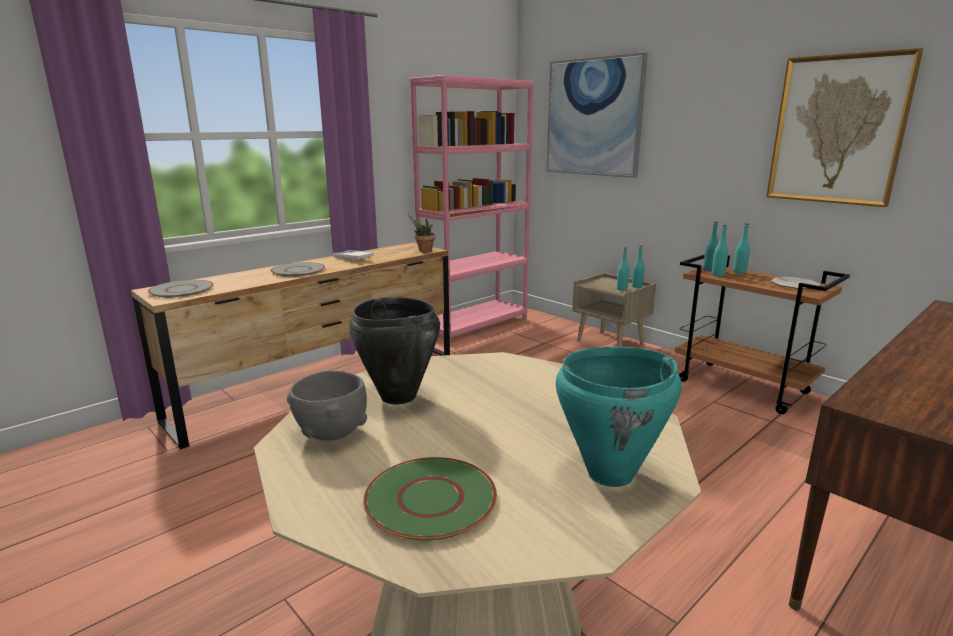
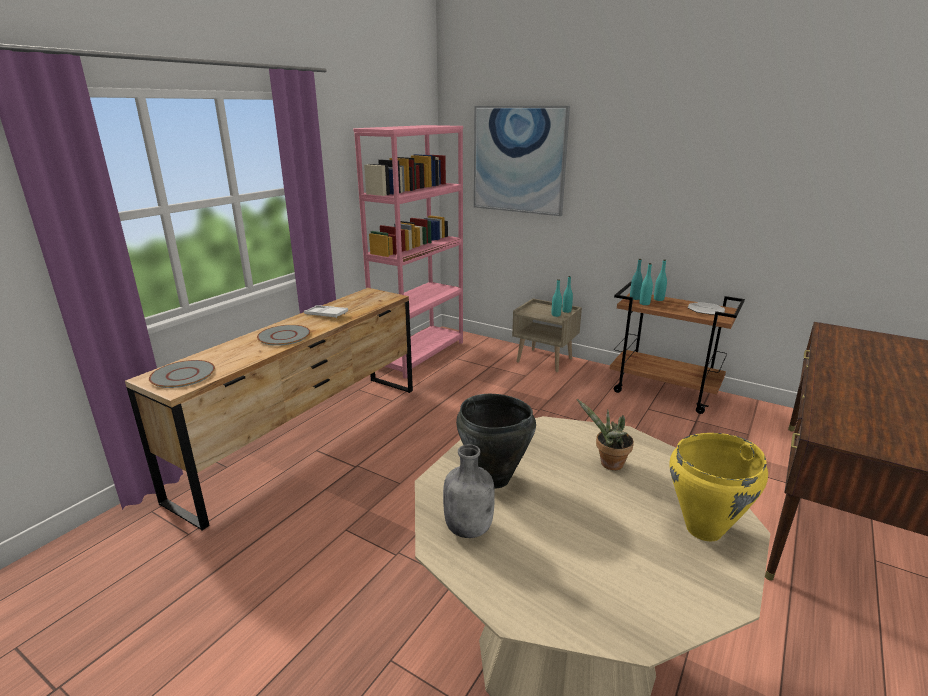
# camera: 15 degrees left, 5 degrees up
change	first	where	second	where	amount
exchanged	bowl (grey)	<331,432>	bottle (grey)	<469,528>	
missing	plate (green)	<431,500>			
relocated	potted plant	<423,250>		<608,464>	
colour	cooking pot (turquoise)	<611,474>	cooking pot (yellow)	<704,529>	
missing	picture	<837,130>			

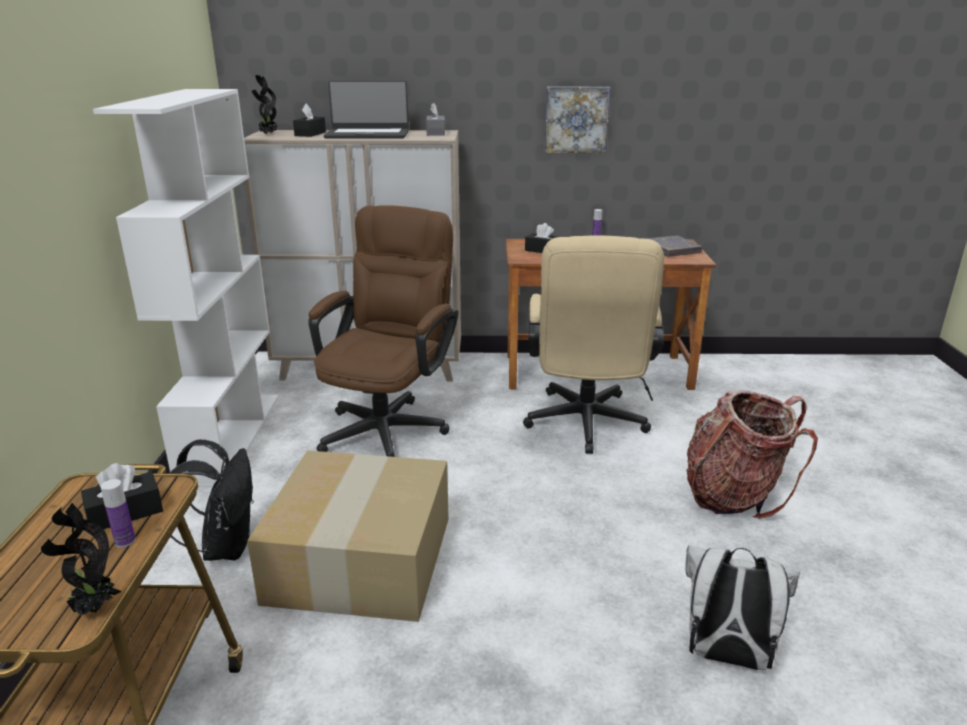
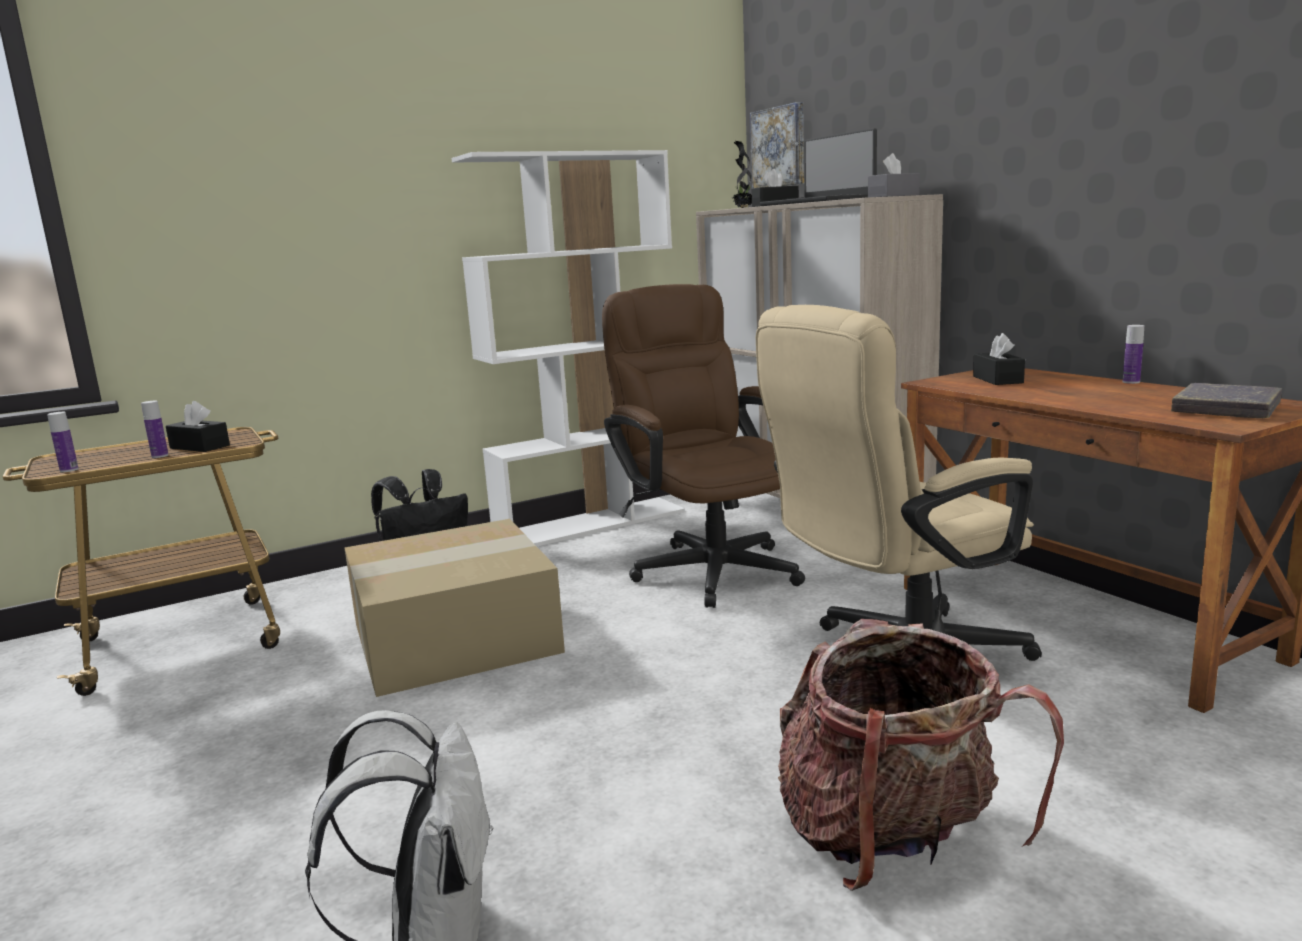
# camera: 60 degrees right, 10 degrees down
change	first	where	second	where	amount
exchanged	potted plant	<94,608>	bottle	<69,470>	
spun	office chair (brown)	<389,425>		<708,566>	105 degrees counterclockwise
relocated	picture	<576,119>		<780,147>	

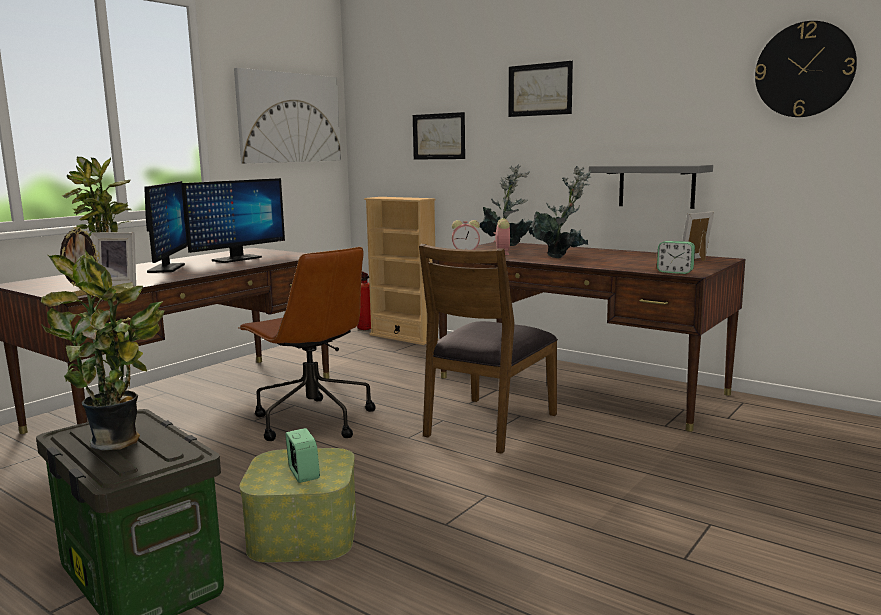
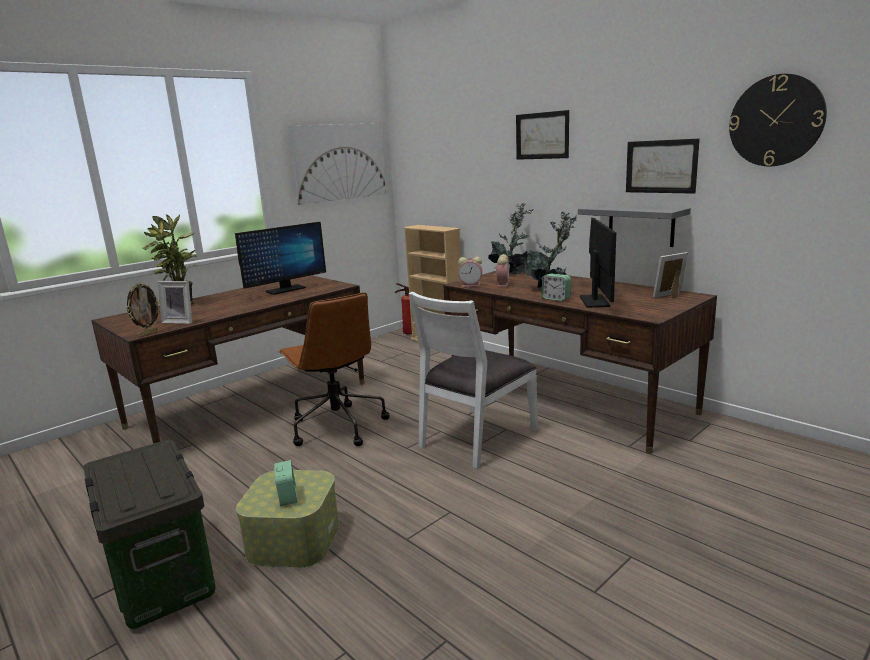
# camera: 10 degrees right, 5 degrees up
change	first	where	second	where	amount
missing	potted plant	<120,442>			
relocated	monitor	<166,268>		<594,301>	
relocated	picture	<439,136>		<661,166>	
colour	chair (brown)	<488,424>	chair (white)	<476,437>	
relocated	alarm clock	<675,272>		<556,298>	

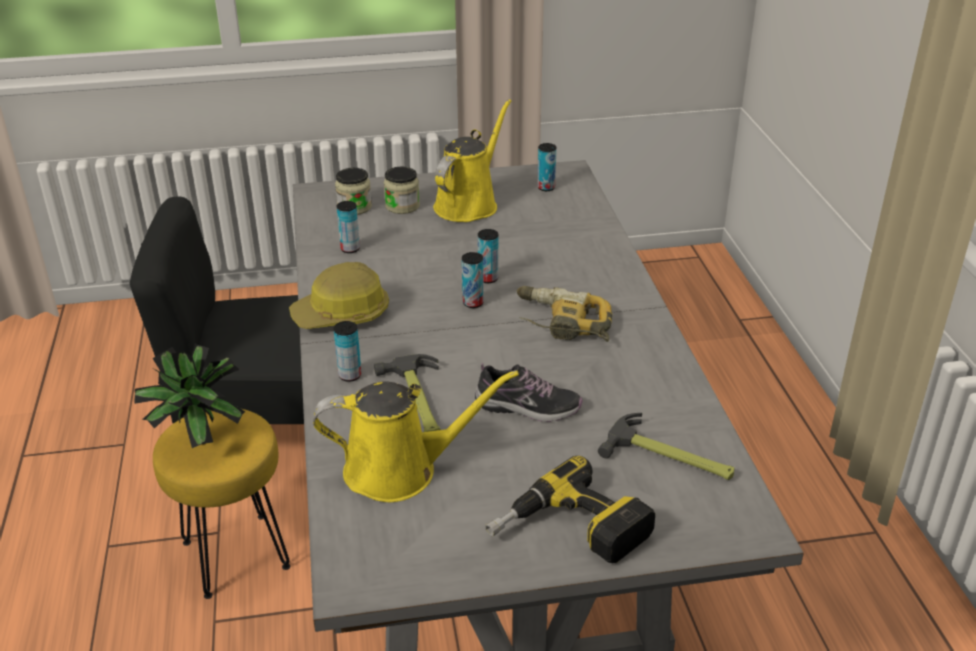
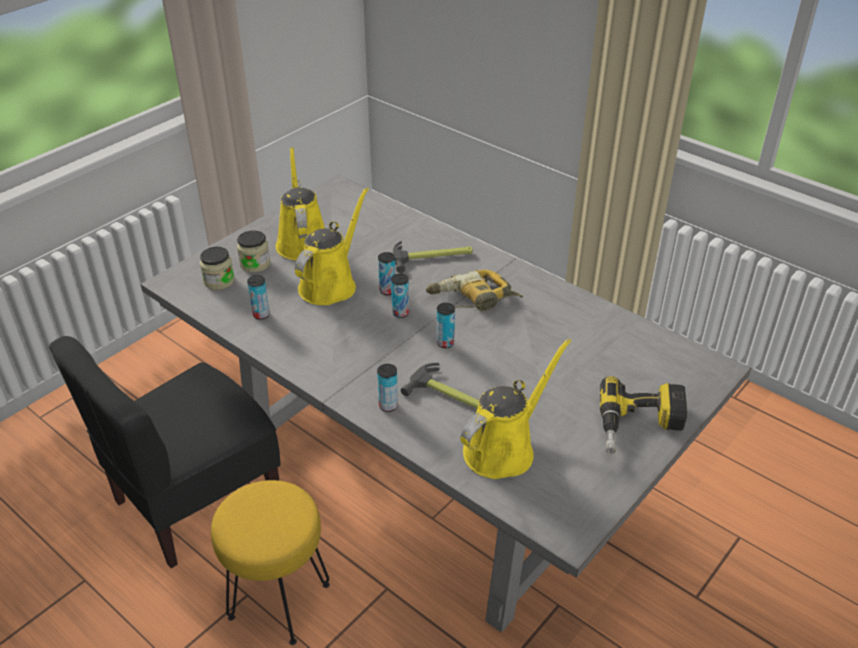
# camera: 40 degrees left, 5 degrees up
change	first	where	second	where	amount
missing	potted plant	<196,440>			
missing	hard hat	<342,315>			
missing	shoe	<527,407>			
relocated	can	<546,188>		<445,343>	
relocated	hammer	<670,457>		<433,257>	
appeared			watering can (yellow)	<330,284>	

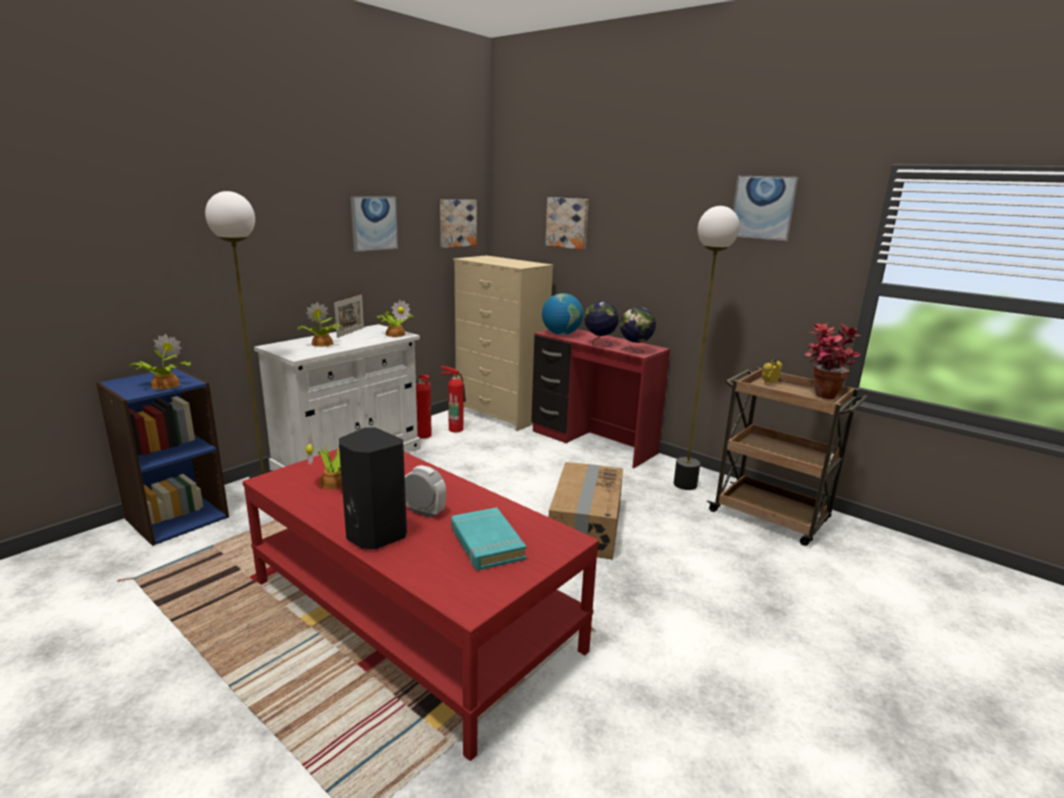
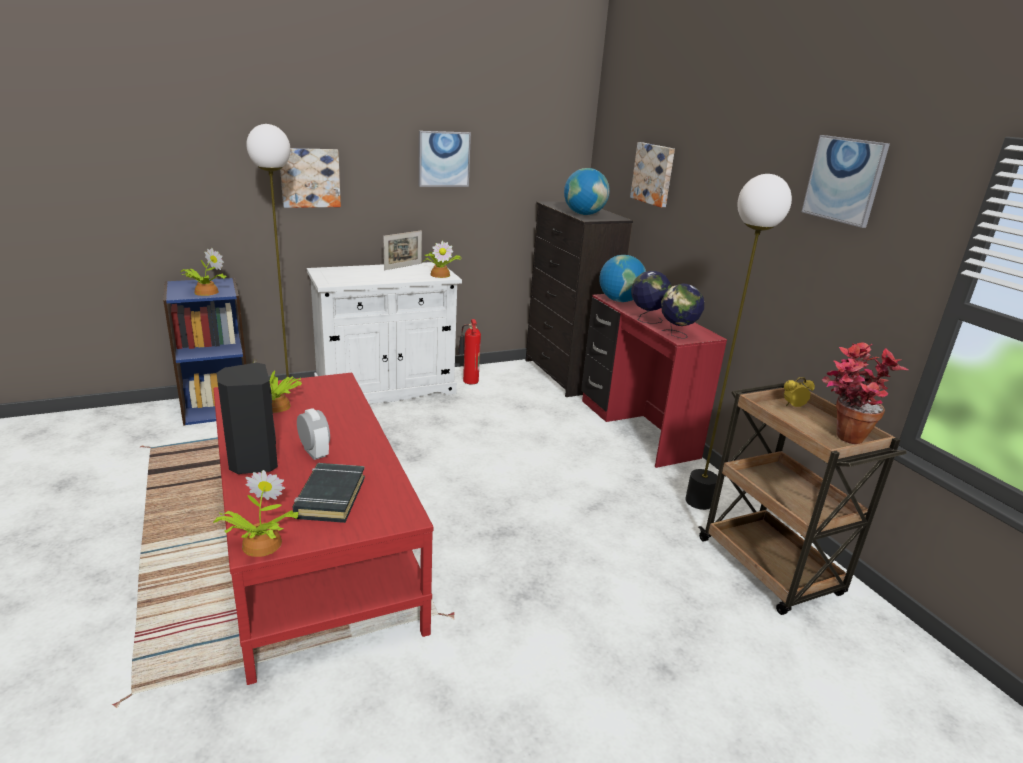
# camera: 25 degrees right, 5 degrees up
change	first	where	second	where	amount
relocated	potted plant	<321,344>		<259,545>	
relocated	picture	<456,223>		<310,177>	
missing	fire extinguisher	<455,429>			
colour	book (turquoise)	<486,544>	book (black)	<330,497>	
colour	dresser (beige)	<500,414>	dresser (black)	<565,376>	
missing	cardboard box	<585,526>			
appeared			globe	<584,214>	

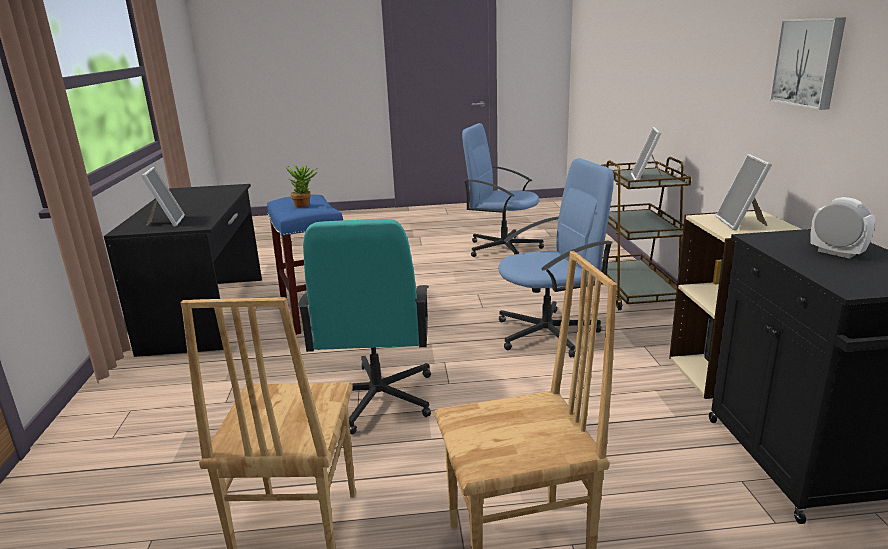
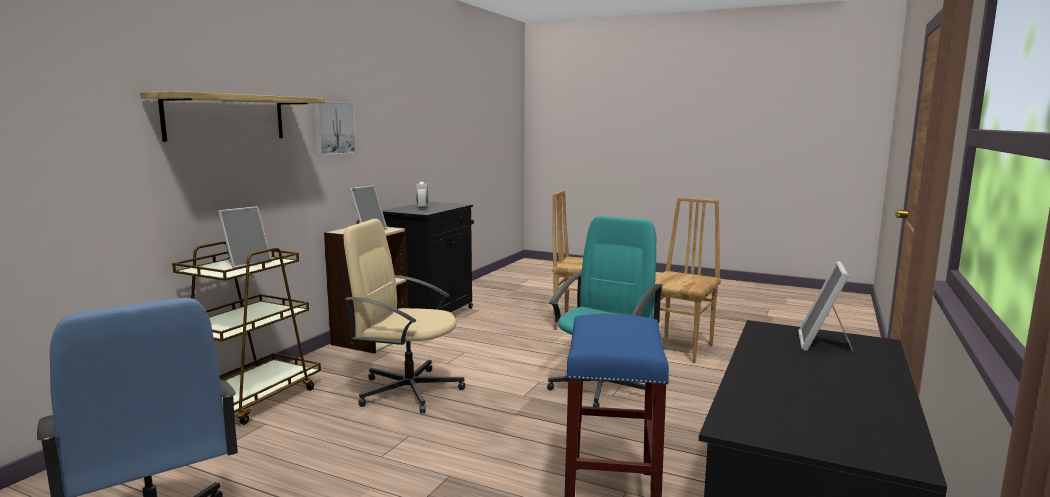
# camera: 150 degrees left, 10 degrees down
change	first	where	second	where	amount
missing	potted plant	<305,205>			
colour	office chair (blue)	<548,333>	office chair (beige)	<408,390>	
appeared			shelf	<226,117>	

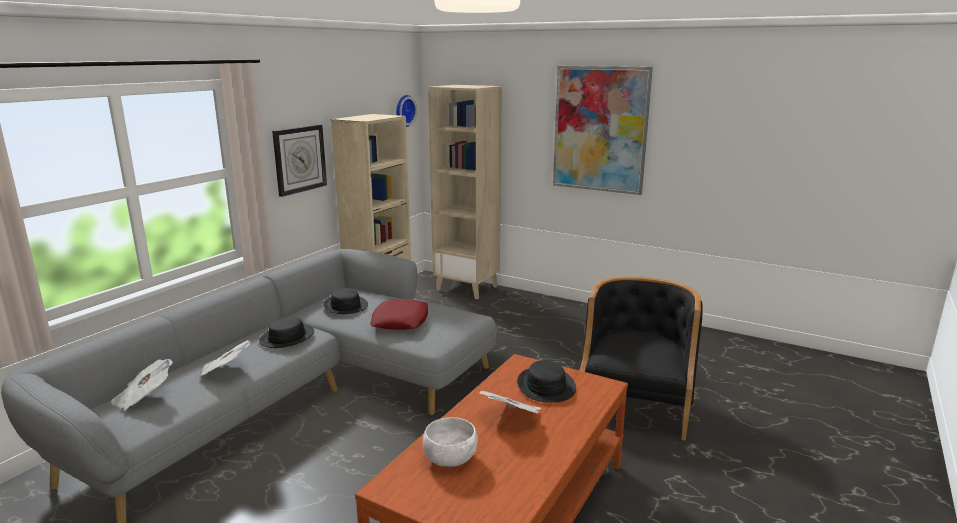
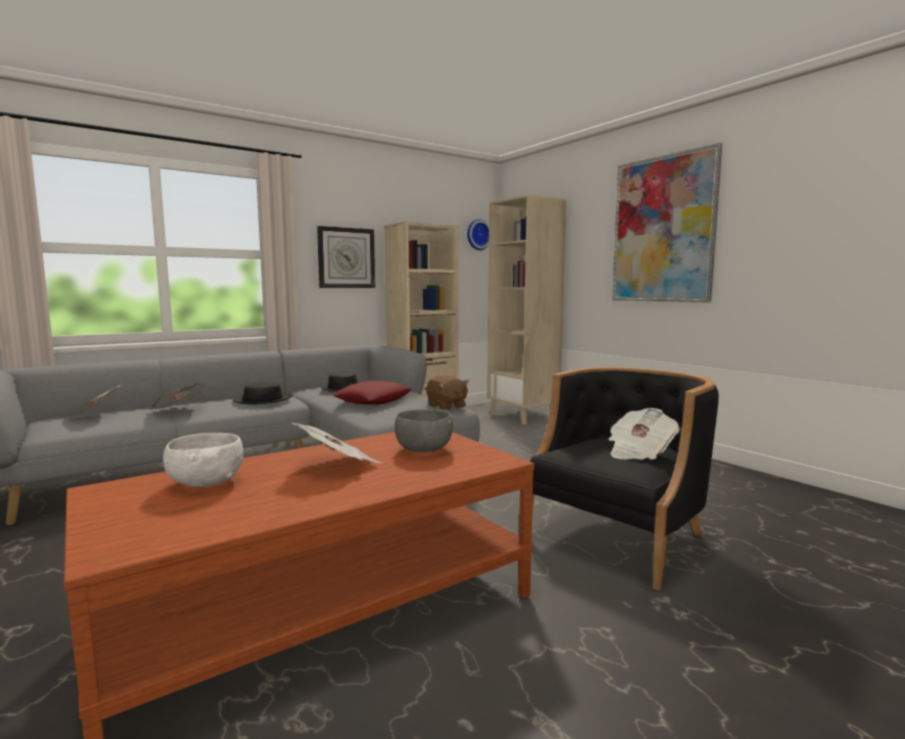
# camera: 25 degrees right, 10 degrees down
change	first	where	second	where	amount
exchanged	hat (black)	<546,386>	bowl (grey)	<423,450>	
appeared			plush toy (brown)	<446,406>	
appeared			newspaper	<639,452>	

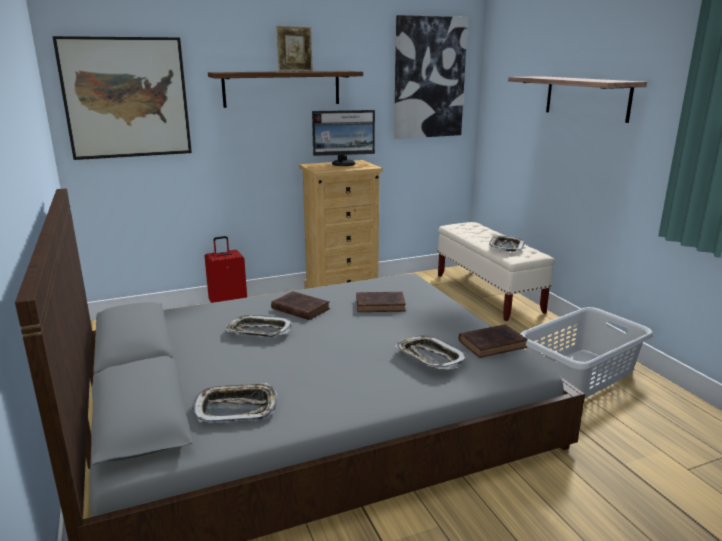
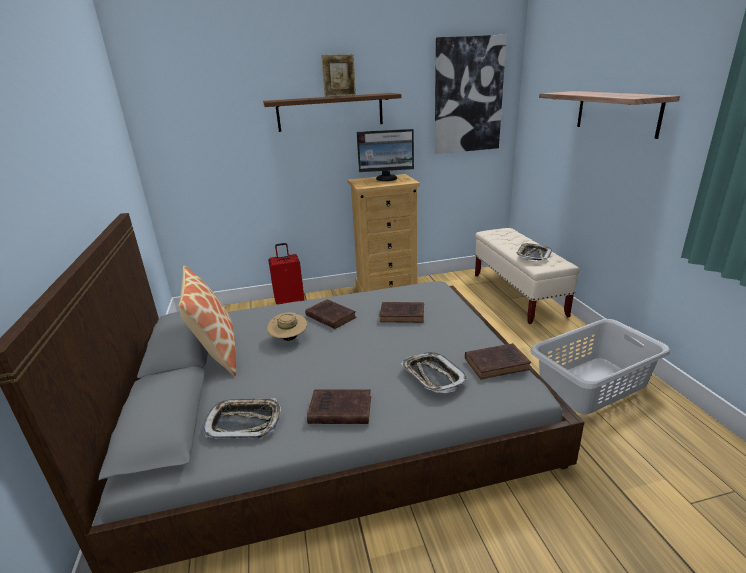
# camera: 10 degrees right, 5 degrees up
change	first	where	second	where	amount
missing	picture	<126,98>			
exchanged	tray	<259,331>	hat (beige)	<289,338>	
appeared			pillow	<216,353>	
appeared			book (brown)	<338,410>	

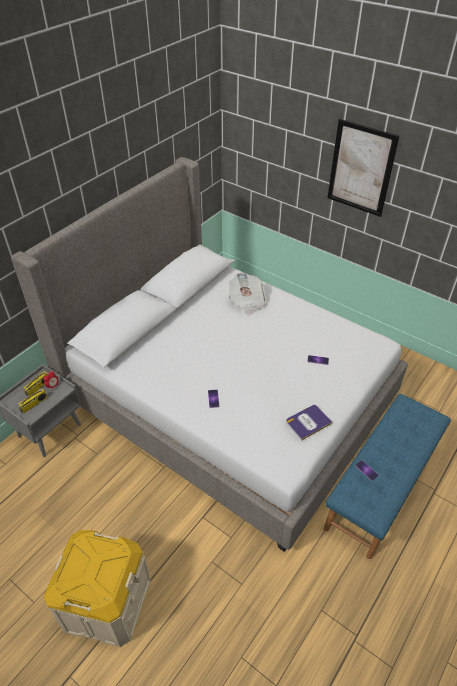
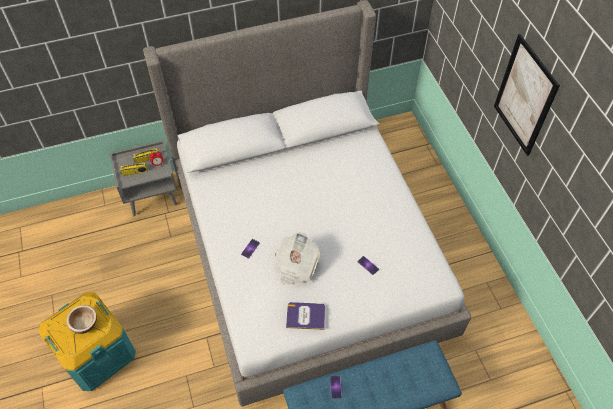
# camera: 35 degrees right, 10 degrees up
change	first	where	second	where	amount
colour	storage box (beige)	<106,601>	storage box (turquoise)	<97,353>	
relocated	newspaper	<247,302>		<296,266>	
appeared			bowl	<84,323>	

